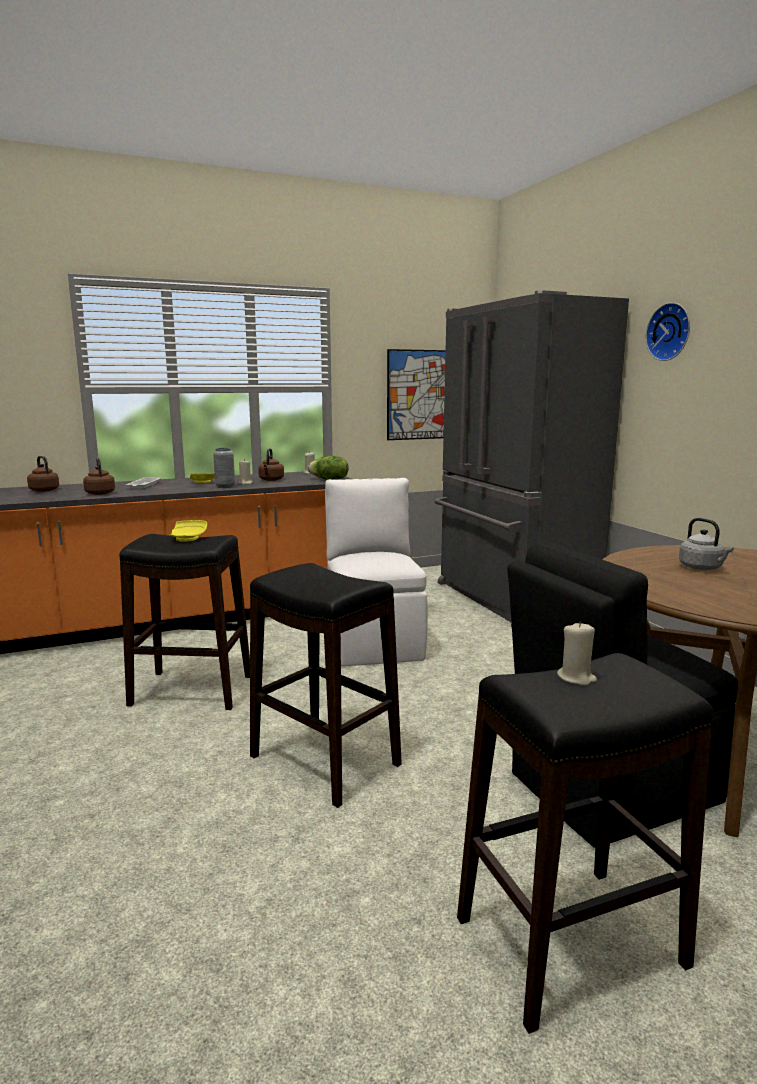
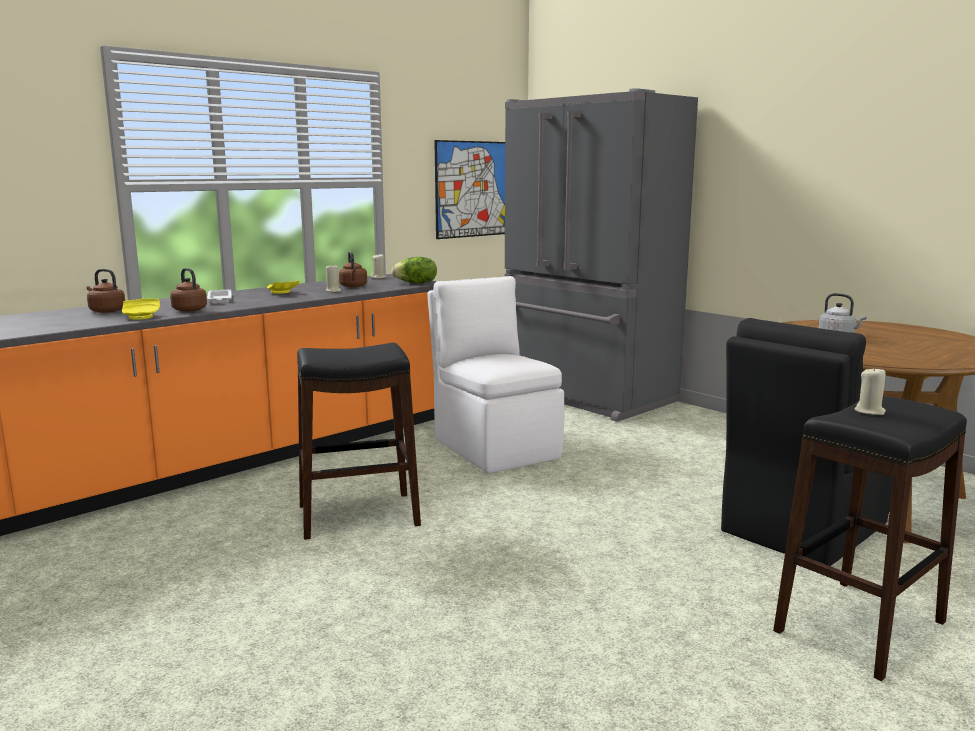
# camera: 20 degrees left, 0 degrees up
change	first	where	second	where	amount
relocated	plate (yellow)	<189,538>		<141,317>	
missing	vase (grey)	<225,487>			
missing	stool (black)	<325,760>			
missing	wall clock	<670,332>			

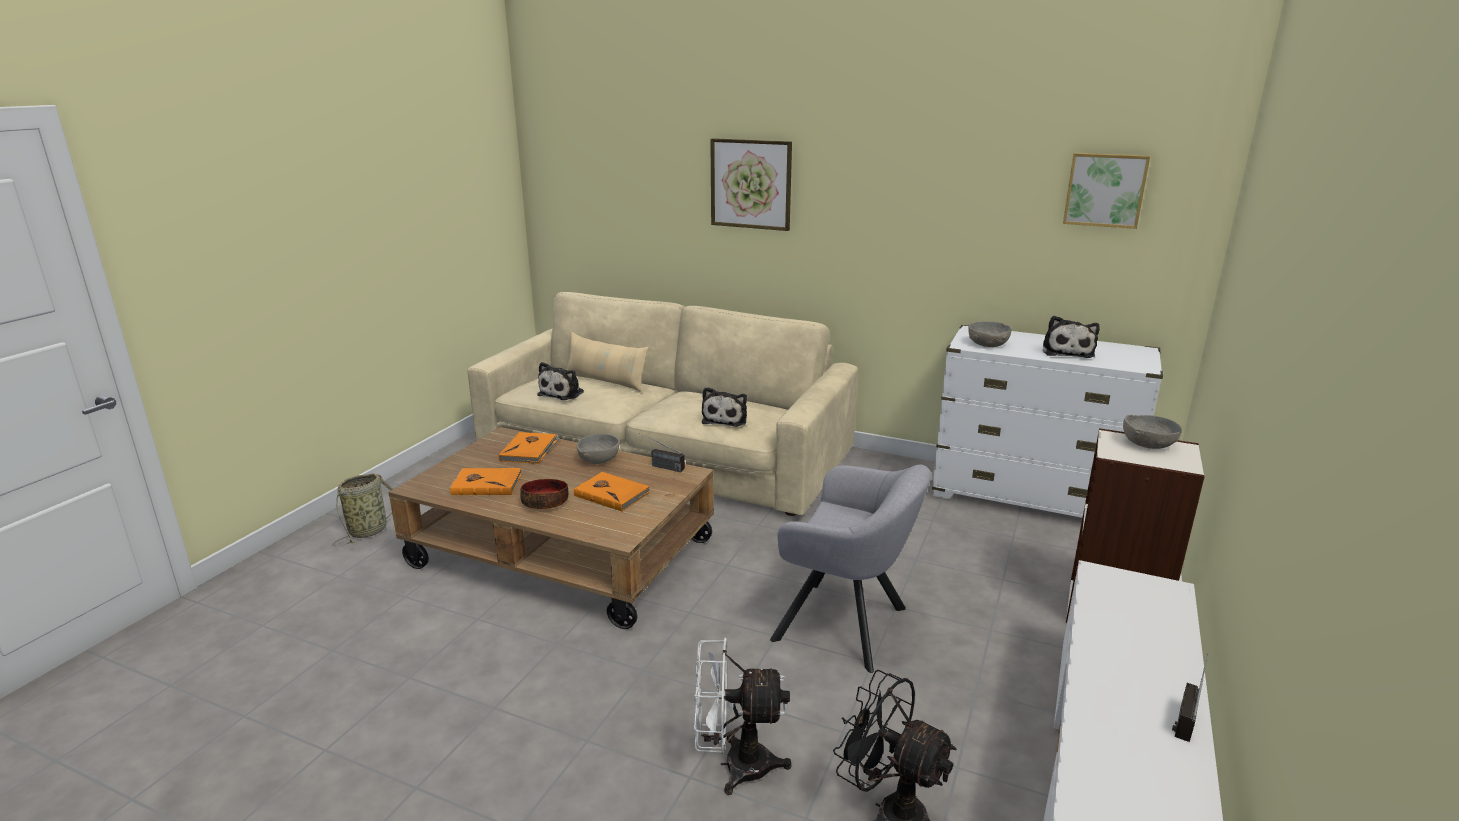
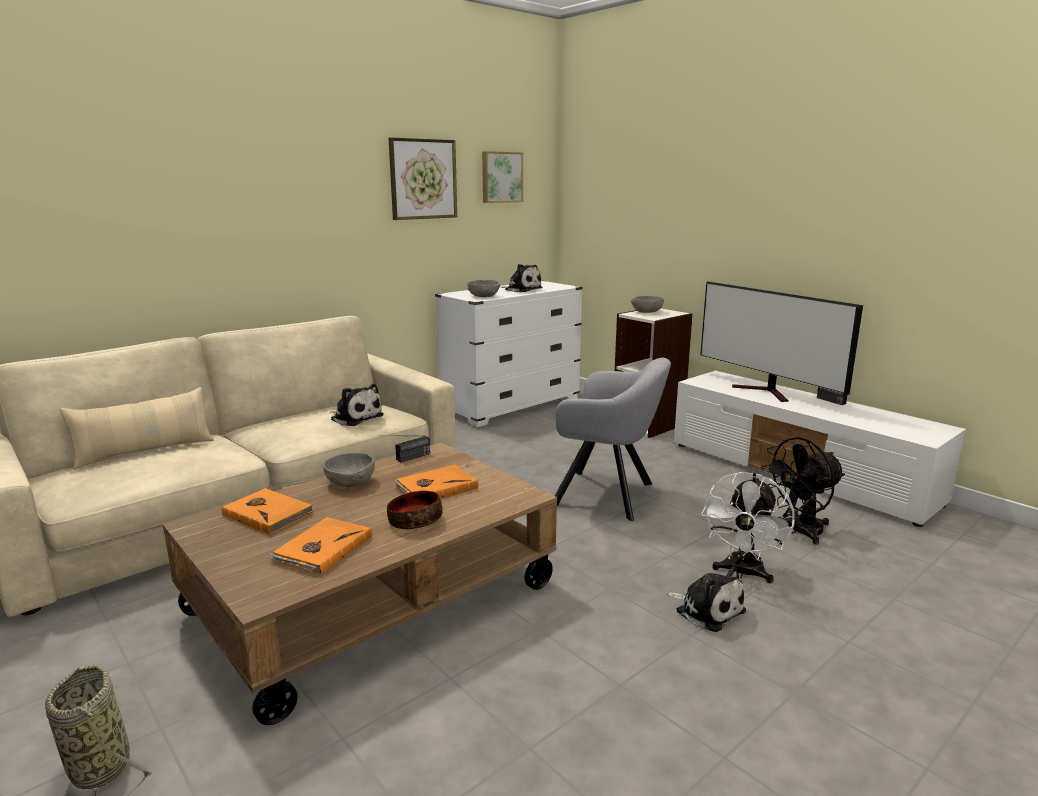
# camera: 65 degrees left, 5 degrees down
change	first	where	second	where	amount
relocated	plush toy	<563,393>		<707,610>	
relocated	picture	<751,184>		<423,179>	
spun	armchair (grey)	<848,626>		<609,495>	60 degrees clockwise
appeared			television	<767,392>	

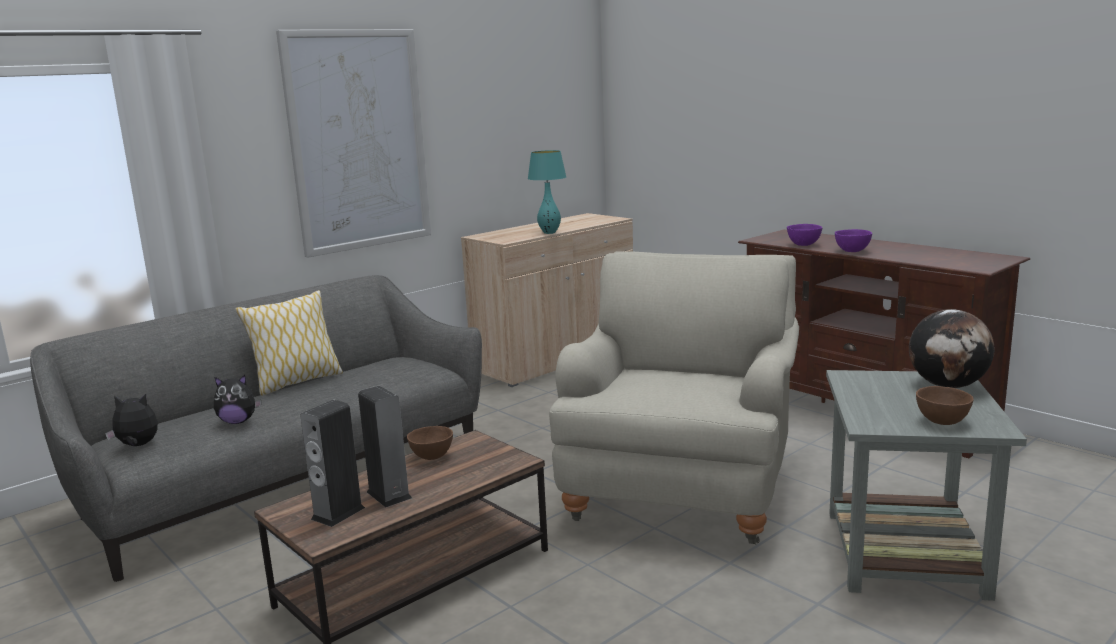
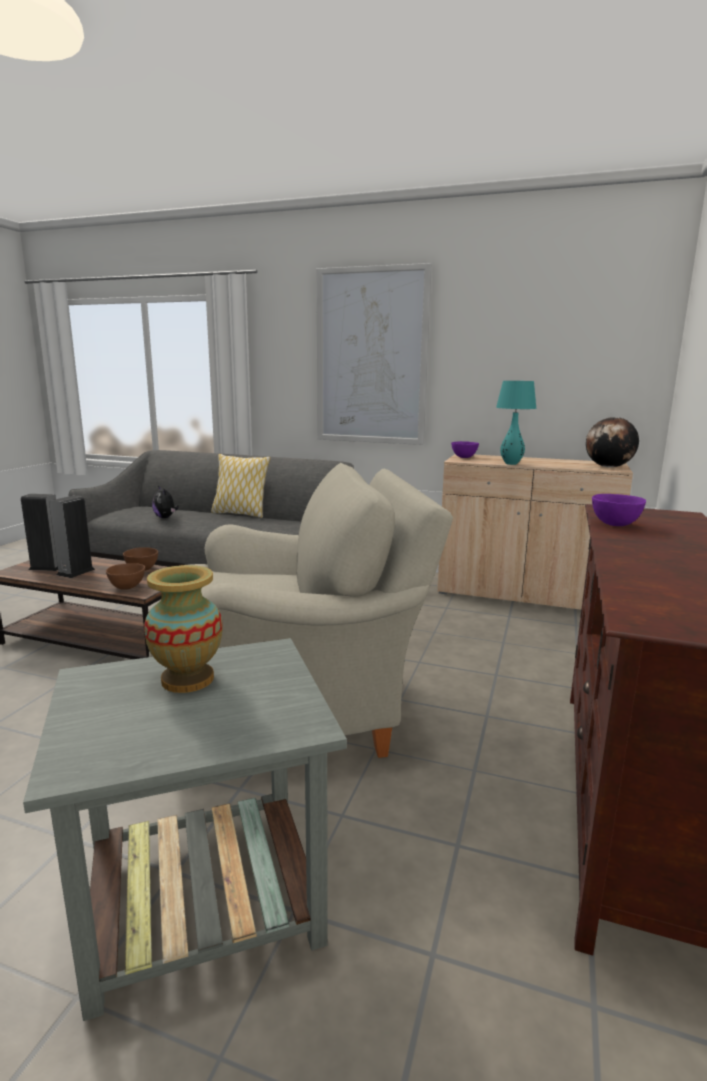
# camera: 60 degrees right, 0 degrees up
change	first	where	second	where	amount
missing	plush toy	<137,446>			
relocated	bowl (purple)	<852,251>		<463,457>	
relocated	globe	<948,386>		<608,467>	
relocated	bowl (brown)	<941,421>		<128,587>	
appeared			vase	<188,679>	

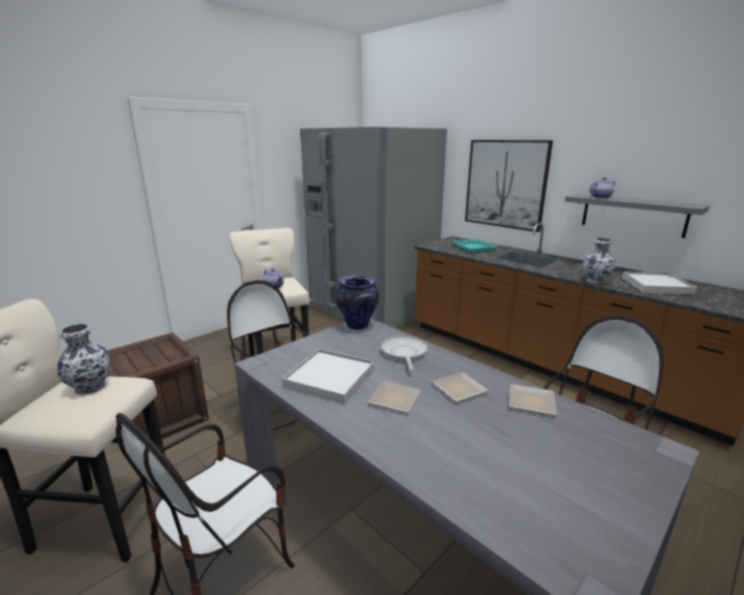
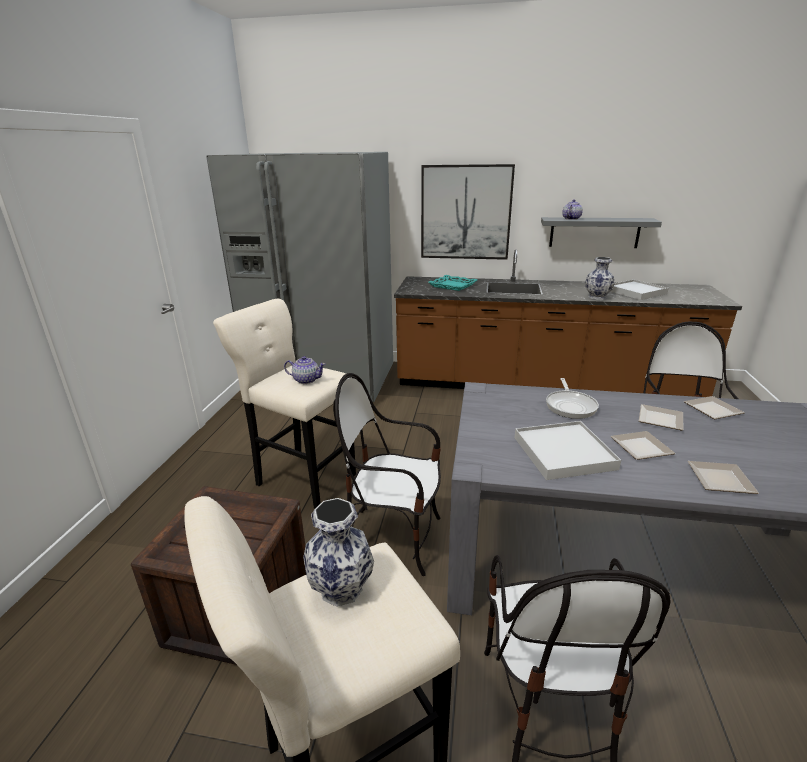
# camera: 35 degrees left, 5 degrees up
change	first	where	second	where	amount
missing	vase	<358,326>			
spun	frying pan	<404,353>		<570,406>	135 degrees counterclockwise
appeared			plate	<722,481>	

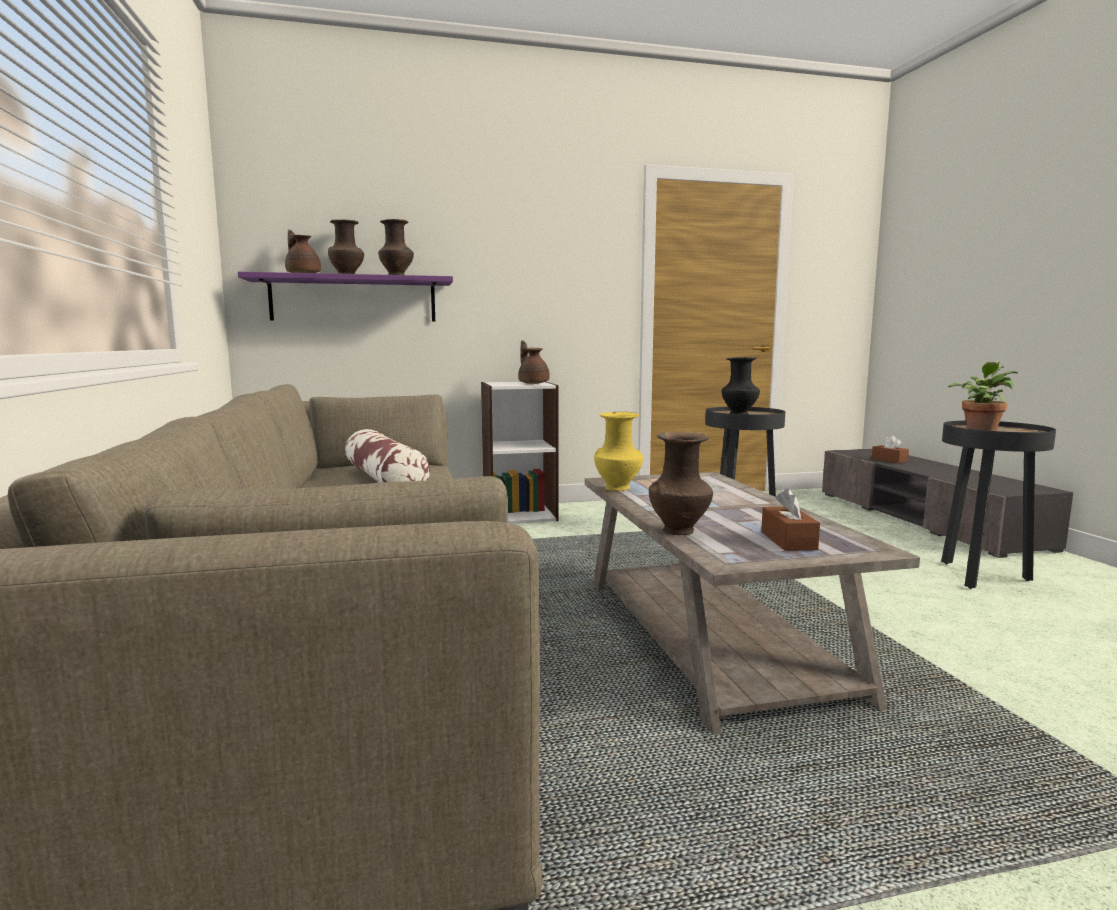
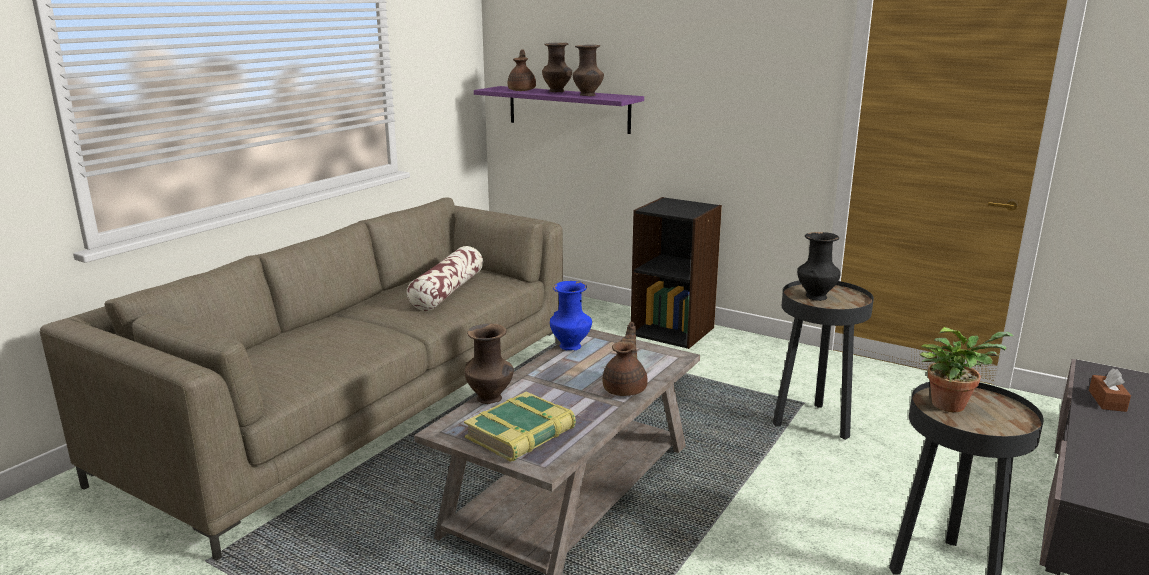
# camera: 45 degrees right, 10 degrees up
change	first	where	second	where	amount
colour	bookcase (white)	<519,514>	bookcase (black)	<673,331>	
relocated	teapot (brown)	<533,383>		<626,389>	
colour	vase (yellow)	<618,488>	vase (blue)	<571,347>	
exchanged	tissue box (brown)	<788,541>	book	<521,434>	

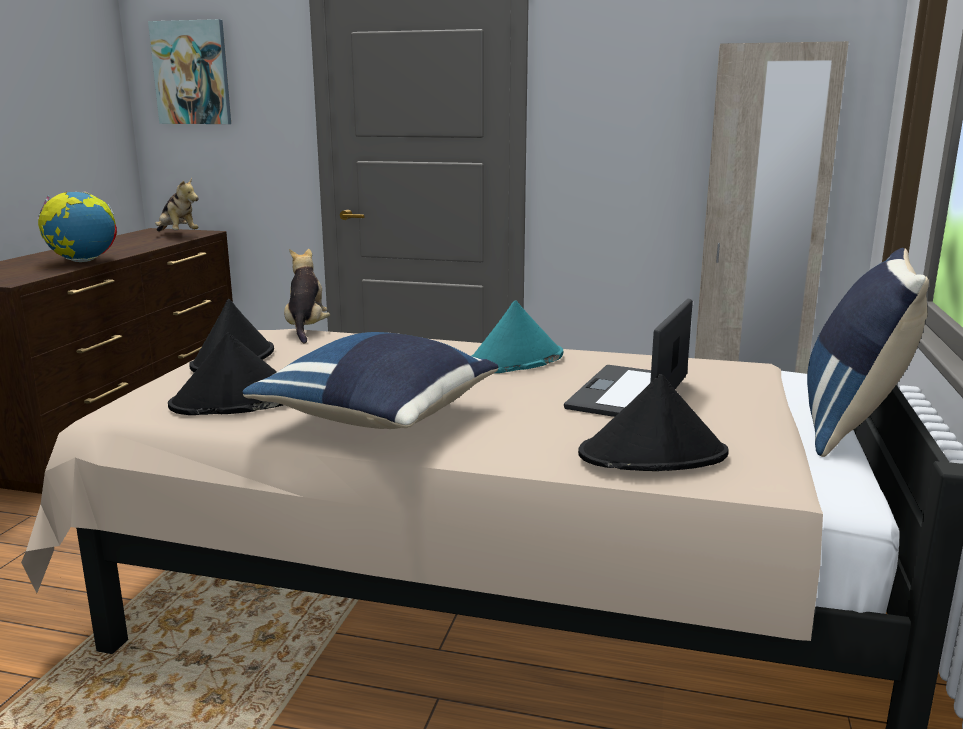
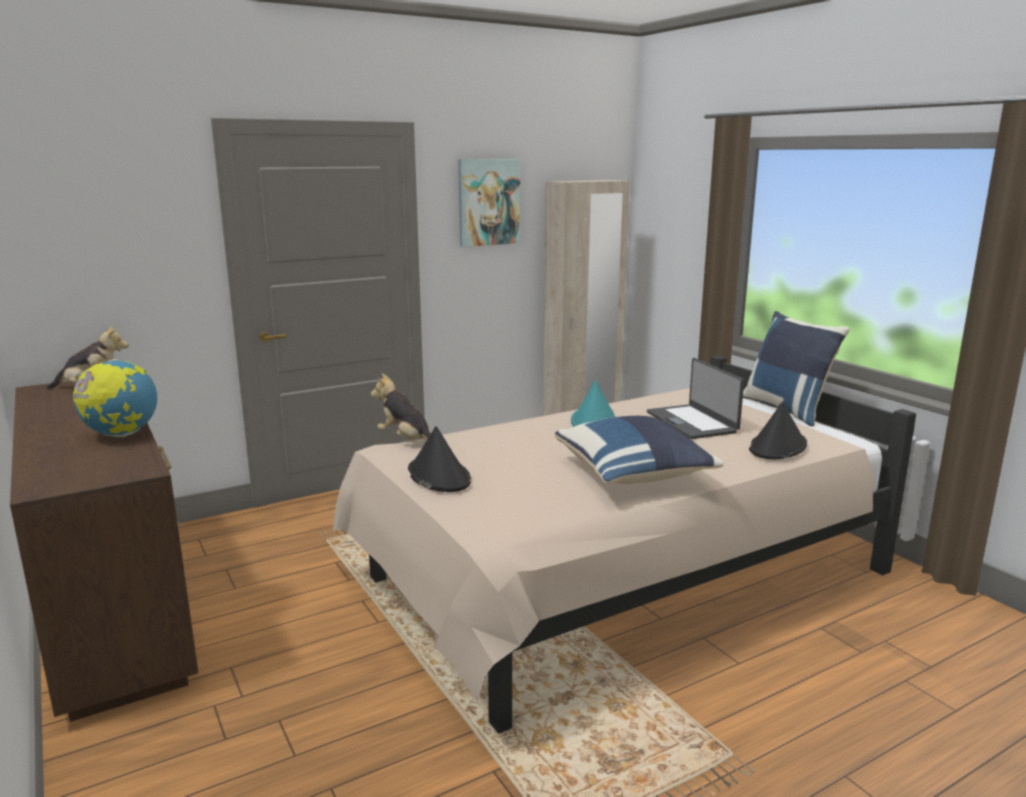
# camera: 45 degrees left, 0 degrees up
change	first	where	second	where	amount
relocated	picture	<192,73>		<488,202>	
missing	hat (black)	<236,402>			

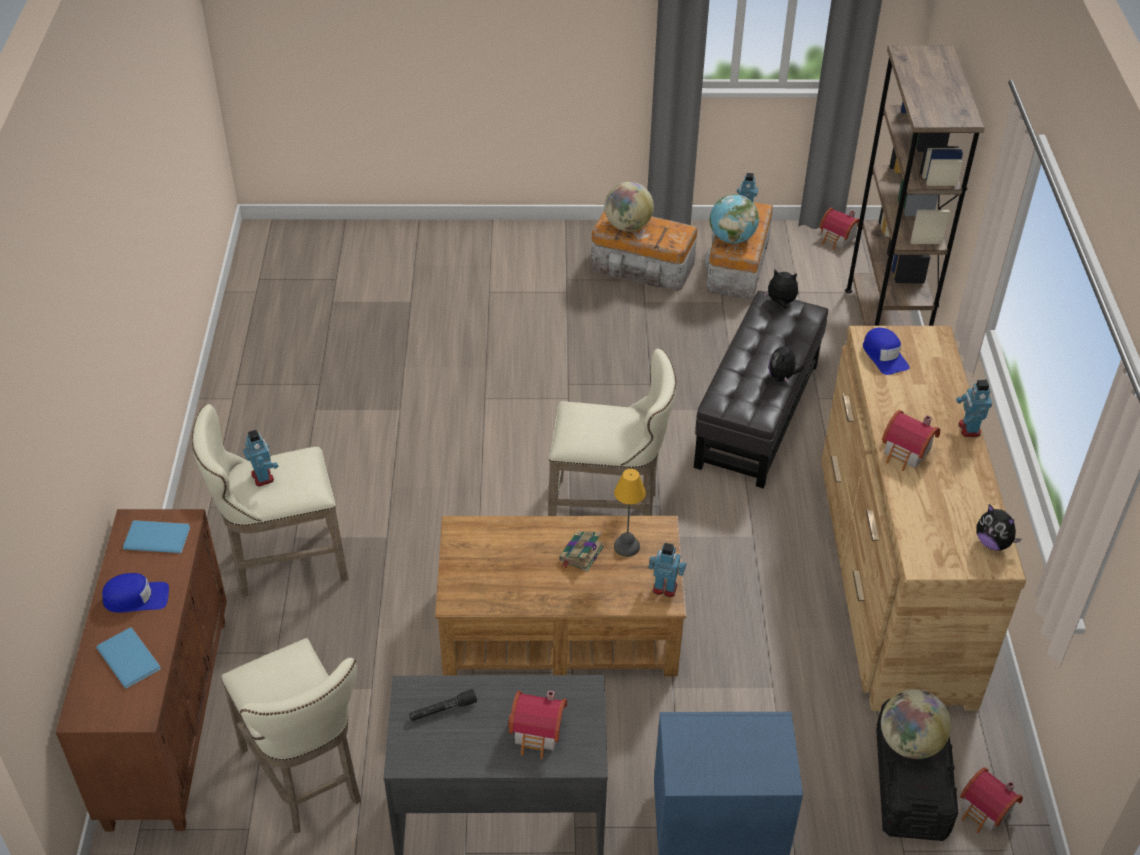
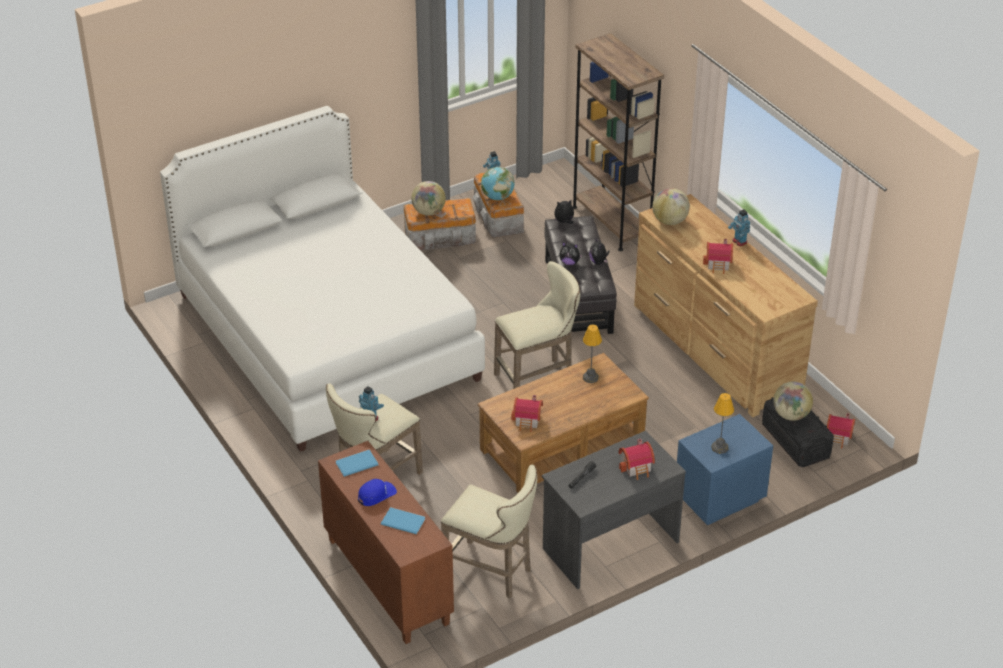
# camera: 30 degrees left, 5 degrees down
change	first	where	second	where	amount
missing	book	<581,554>			
missing	toy robot	<665,587>			
relocated	toy house	<838,239>		<528,421>	
exchanged	cap (blue)	<884,355>	globe	<669,221>	
relocated	plush toy	<993,543>		<569,262>	
appeared			bed (white)	<326,337>	
appeared			table lamp	<720,448>	

